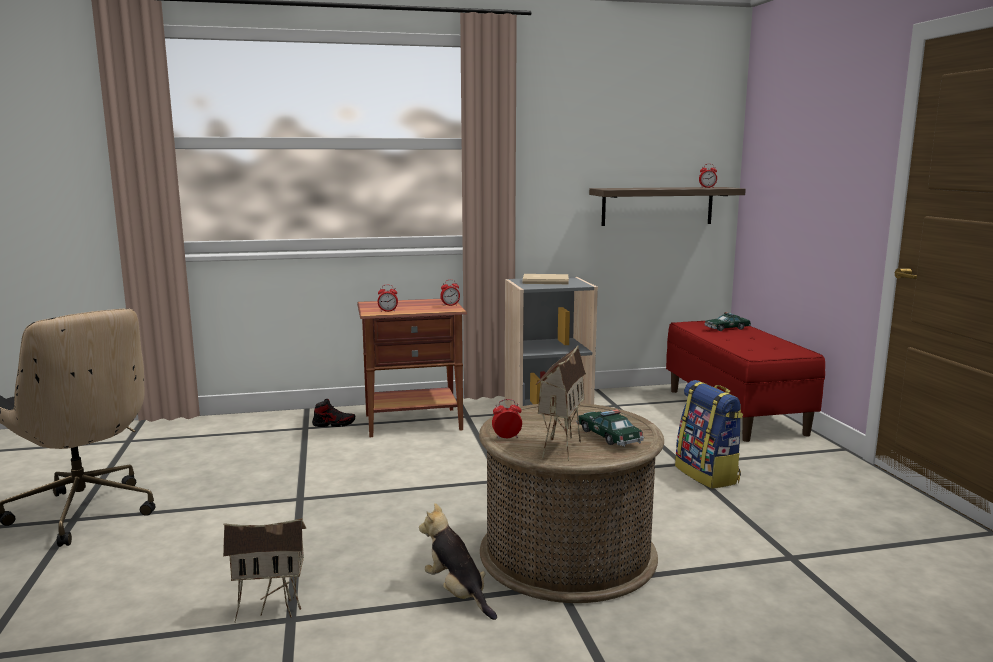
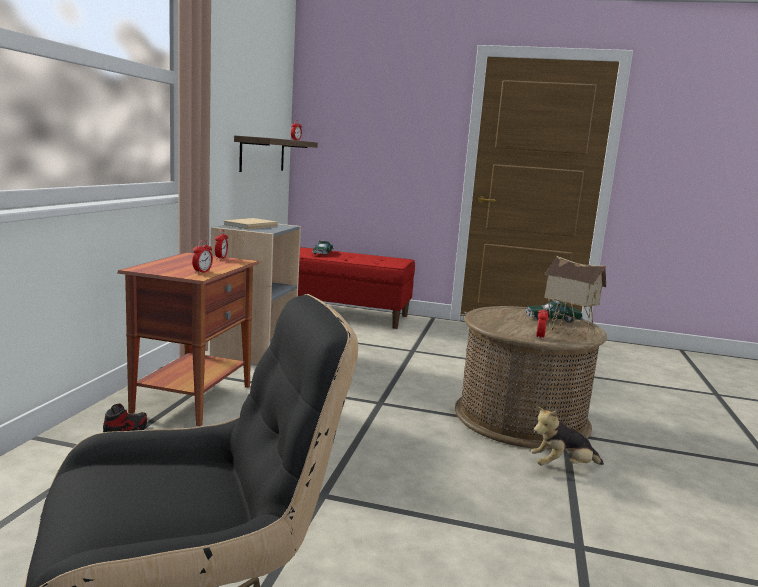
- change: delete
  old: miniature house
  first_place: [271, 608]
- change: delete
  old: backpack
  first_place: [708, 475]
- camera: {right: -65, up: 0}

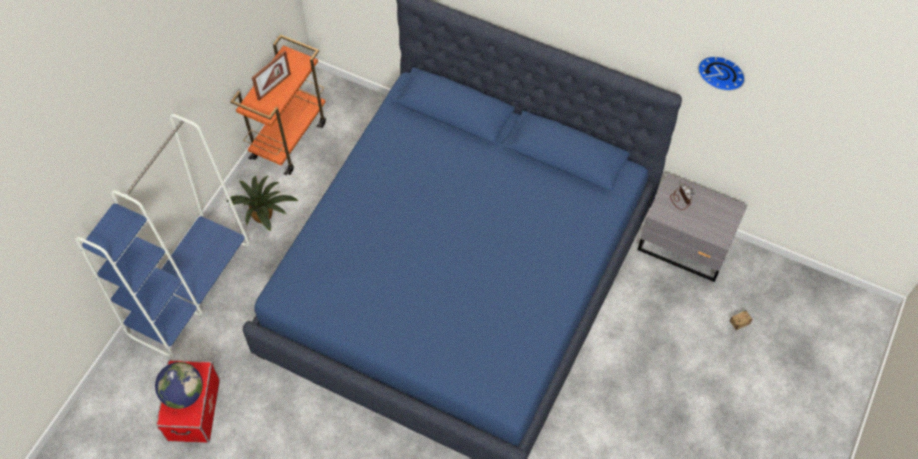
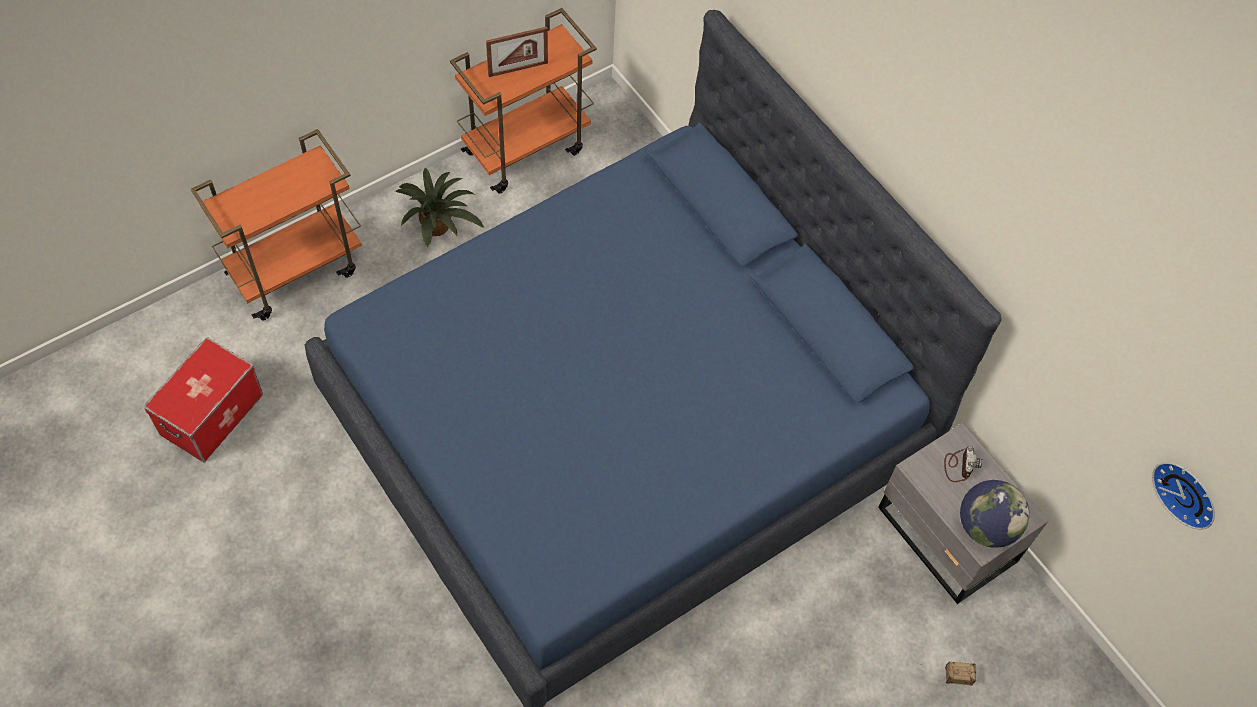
- change: replace
  old: clothes rack/blue-coloured
  new: trolley/orangey
  first_place: [191, 290]
  second_place: [298, 272]
- change: move
  old: world globe
  first_place: [183, 393]
  second_place: [985, 526]
- change: move
  old: wall clock
  first_place: [722, 70]
  second_place: [1187, 492]
- camera: {right: 25, up: 0}

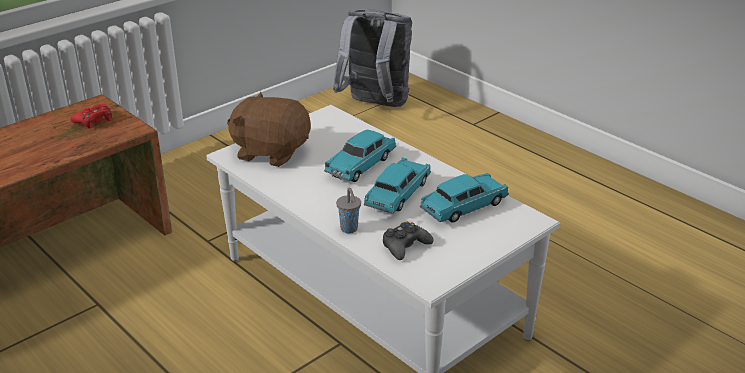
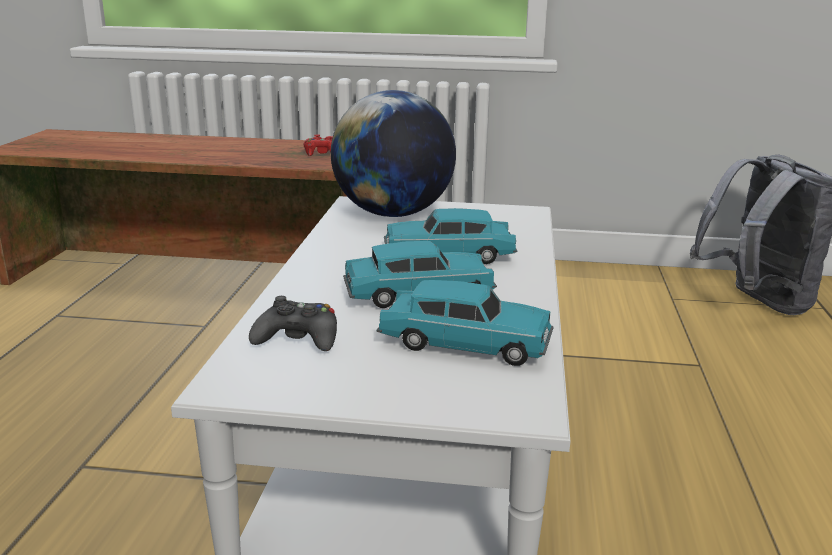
- change: replace
  old: cuddly toy/brown
  new: world globe
  first_place: [271, 152]
  second_place: [393, 214]
- change: delete
  old: cup/greyish
  first_place: [349, 229]
- camera: {right: 50, up: -10}

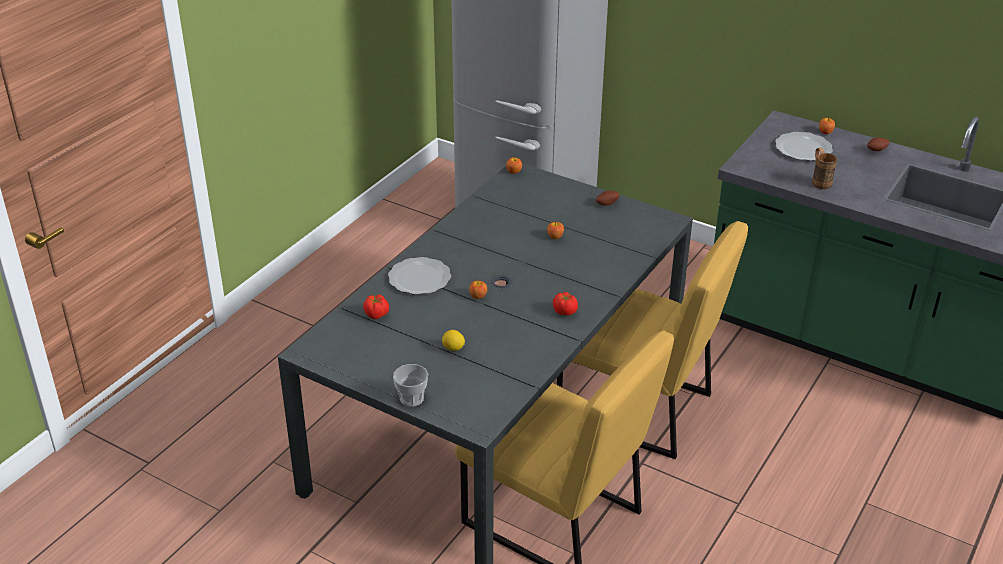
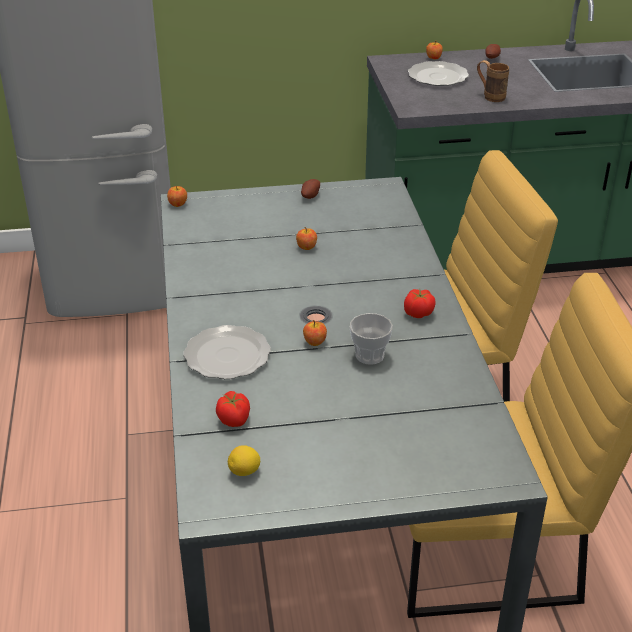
- change: move
  old: cup
  first_place: [411, 398]
  second_place: [369, 355]
- change: move
  old: lemon
  first_place: [453, 348]
  second_place: [244, 472]
- camera: {right: -40, up: 0}

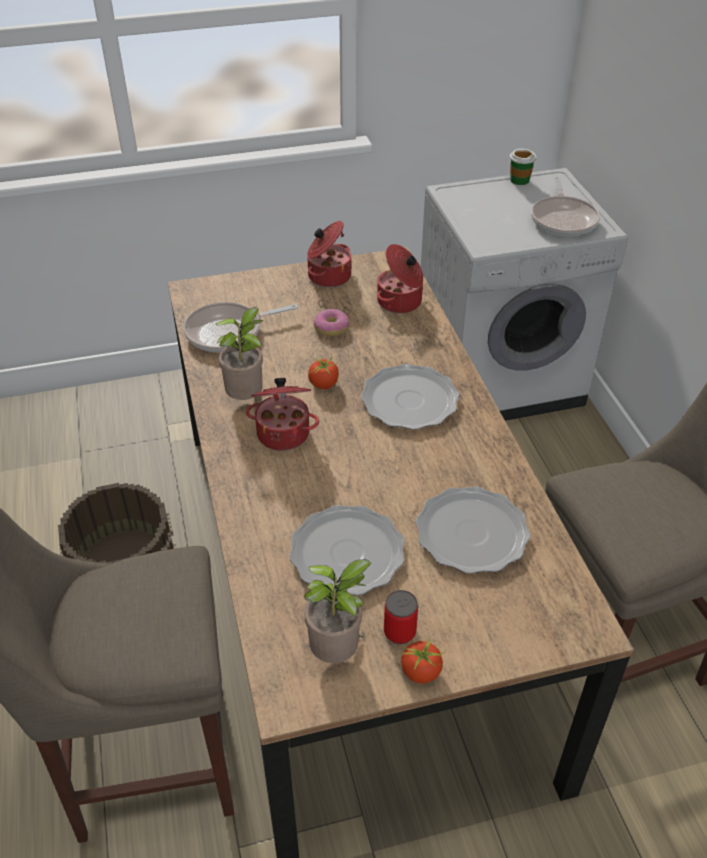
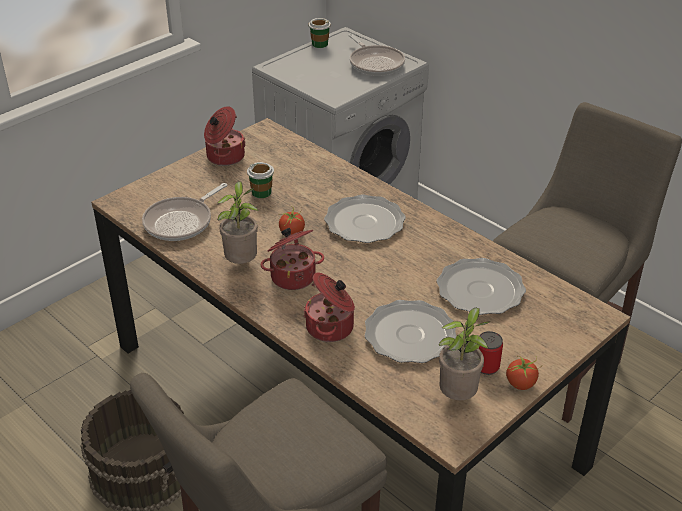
- change: replace
  old: donut
  new: cup
  first_place: [331, 328]
  second_place: [261, 192]
- change: move
  old: stockpot
  first_place: [400, 302]
  second_place: [331, 327]
- camera: {right: -30, up: -5}

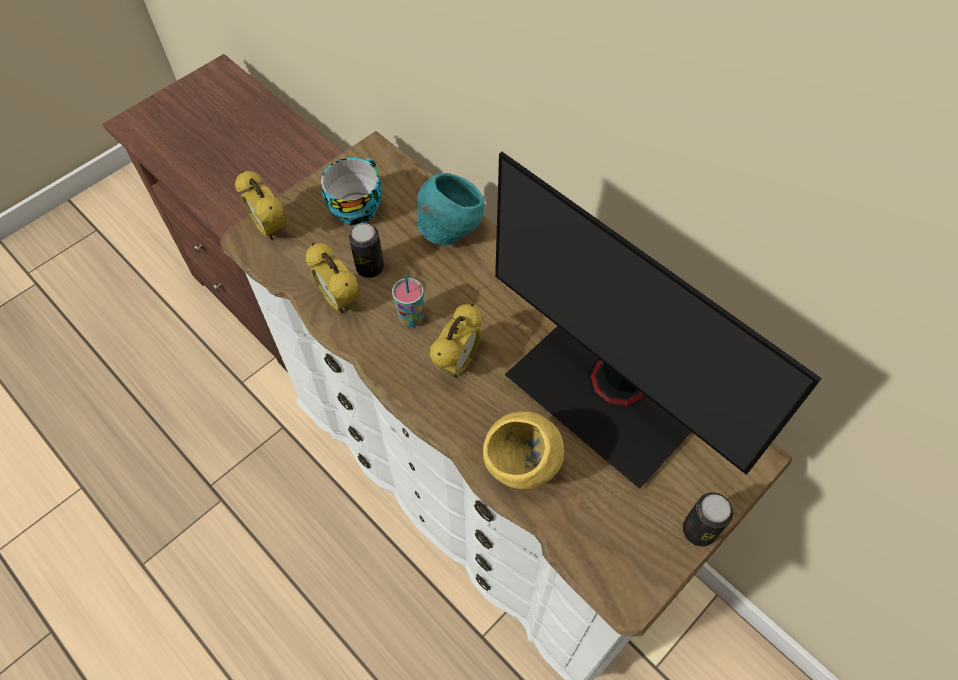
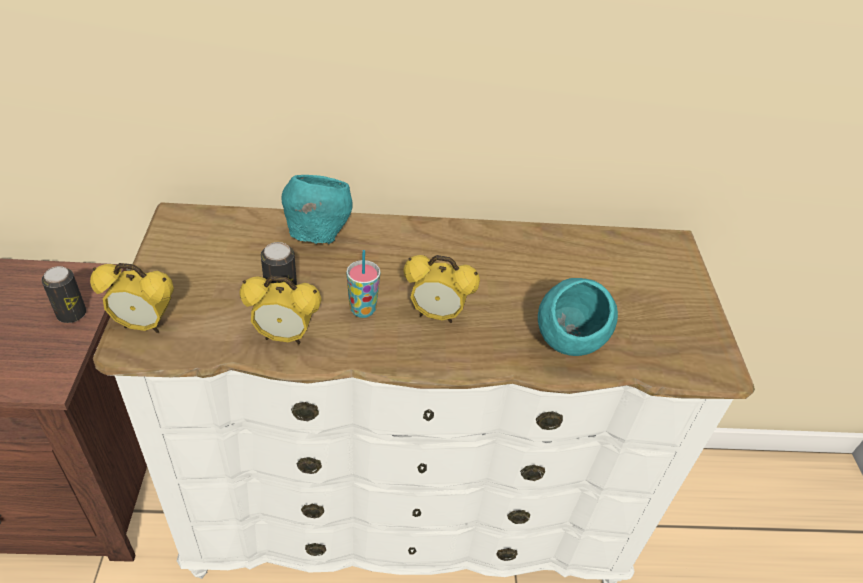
- change: delete
  old: cup
  first_place: [356, 207]
- change: rotate
  old: alarm clock
  first_place: [457, 362]
  second_place: [437, 315]
  degrees: 120
- change: recolor
  old: deep dish/yellow
  new: deep dish/turquoise-coloured
  first_place: [522, 467]
  second_place: [567, 347]
- change: delete
  old: computer screen
  first_place: [609, 391]
- change: move
  old: can
  first_place: [699, 530]
  second_place: [72, 314]
- camera: {right: -50, up: -15}

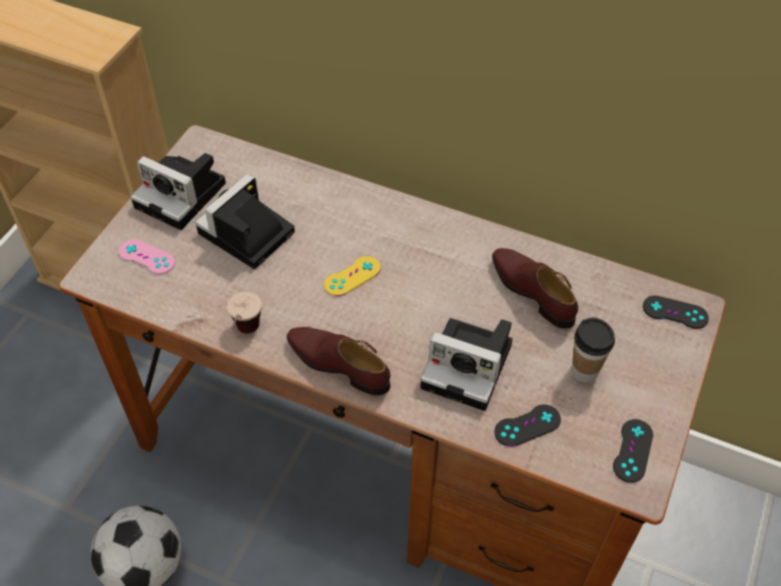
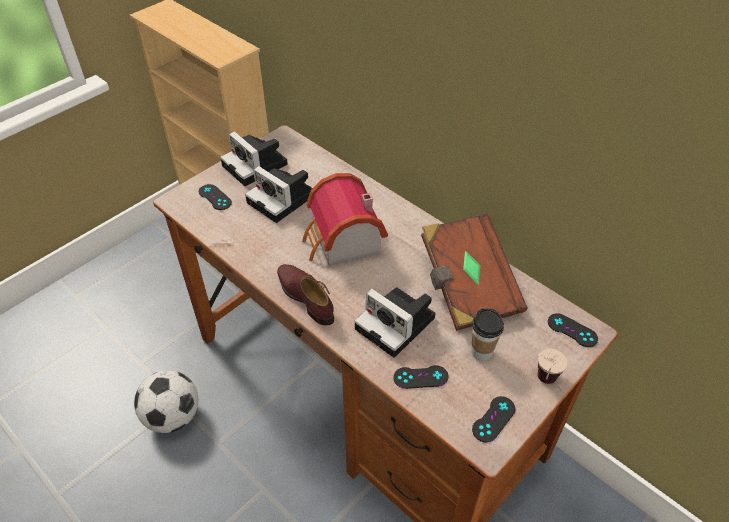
- change: recolor
  old: gamepad/pink-coloured
  new: gamepad/black-coloured
  first_place: [147, 257]
  second_place: [215, 197]
- change: rotate
  old: photo camera
  first_place: [245, 235]
  second_place: [283, 199]
  degrees: -105
- change: move
  old: cup
  first_place: [245, 336]
  second_place: [543, 385]
- change: replace
  old: gamepad/yellow
  new: miniature house
  first_place: [352, 276]
  second_place: [342, 243]
- change: replace
  old: item of footwear/brown
  new: book/brown
  first_place: [532, 291]
  second_place: [467, 286]
- camera: {right: 20, up: -5}

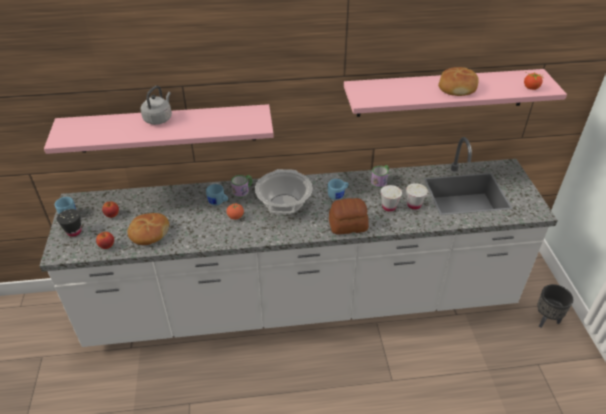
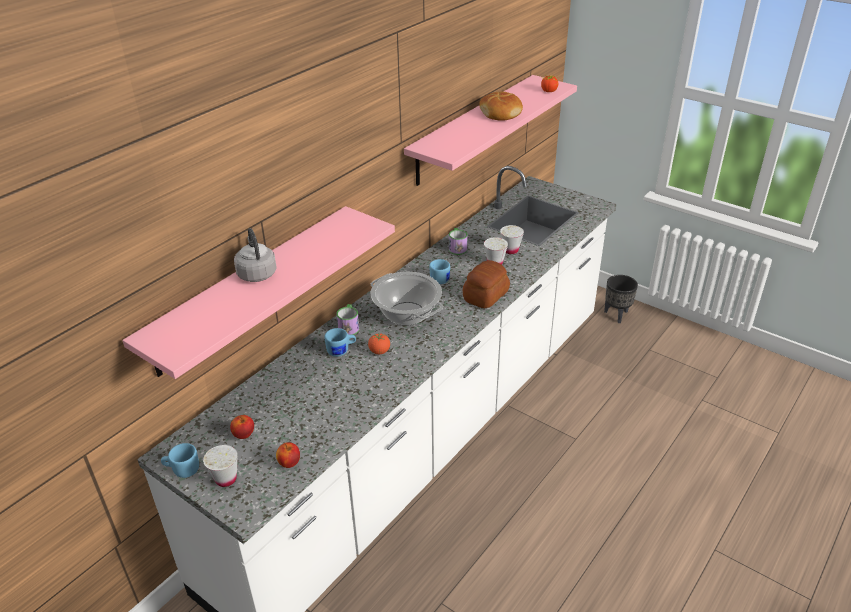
- change: recolor
  old: cup/black-coloured
  new: cup/white
  first_place: [74, 232]
  second_place: [226, 479]
- change: delete
  old: baked bread
  first_place: [149, 233]
- camera: {right: -45, up: -5}

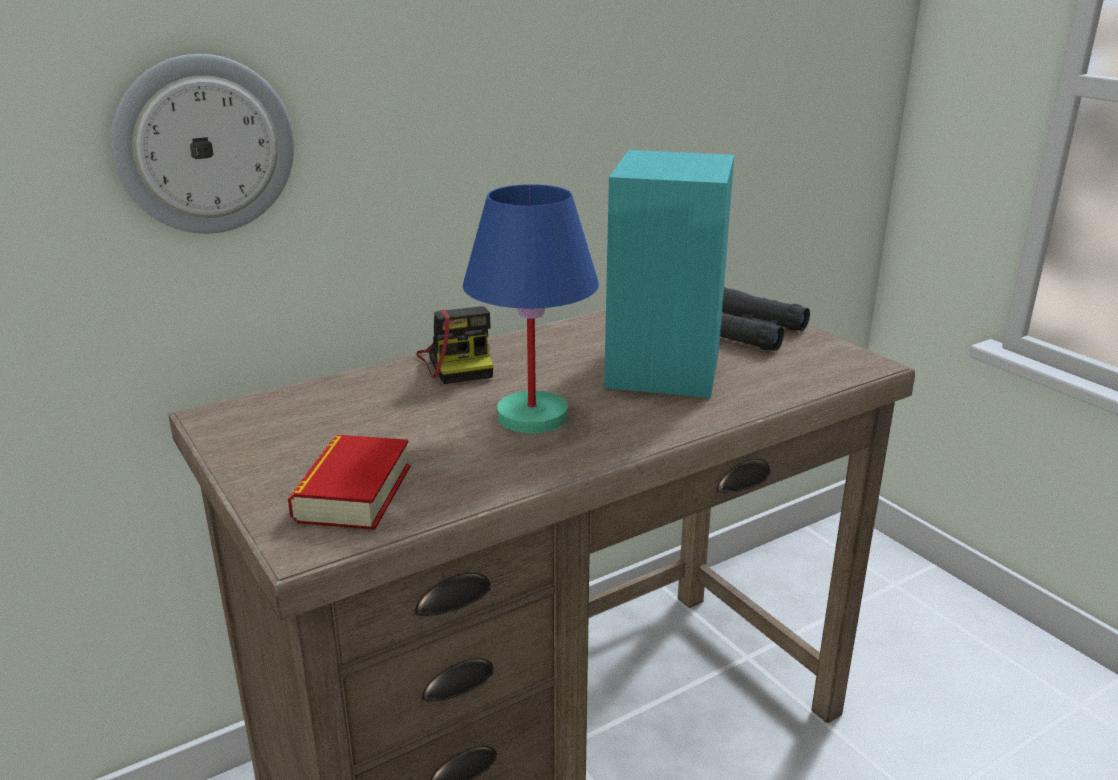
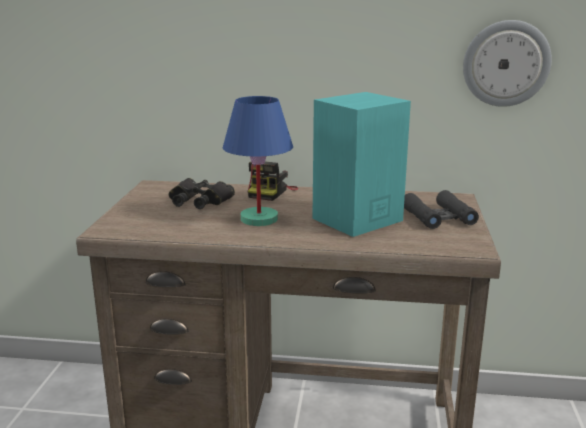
- change: move
  old: wall clock
  first_place: [205, 145]
  second_place: [506, 63]
- change: delete
  old: book
  first_place: [353, 493]
- change: insert
  new: binoculars/black-coloured
  second_place: [199, 201]
- camera: {right: 40, up: -5}

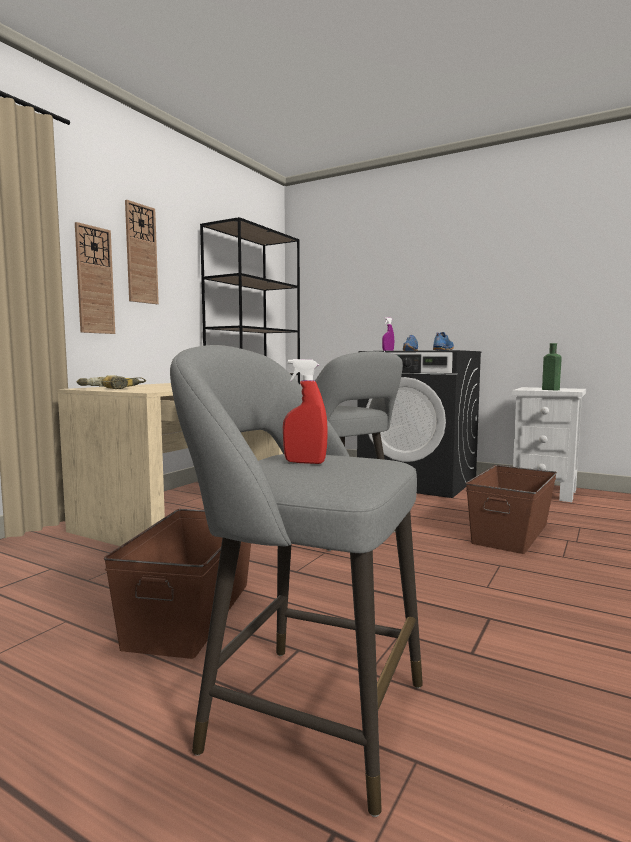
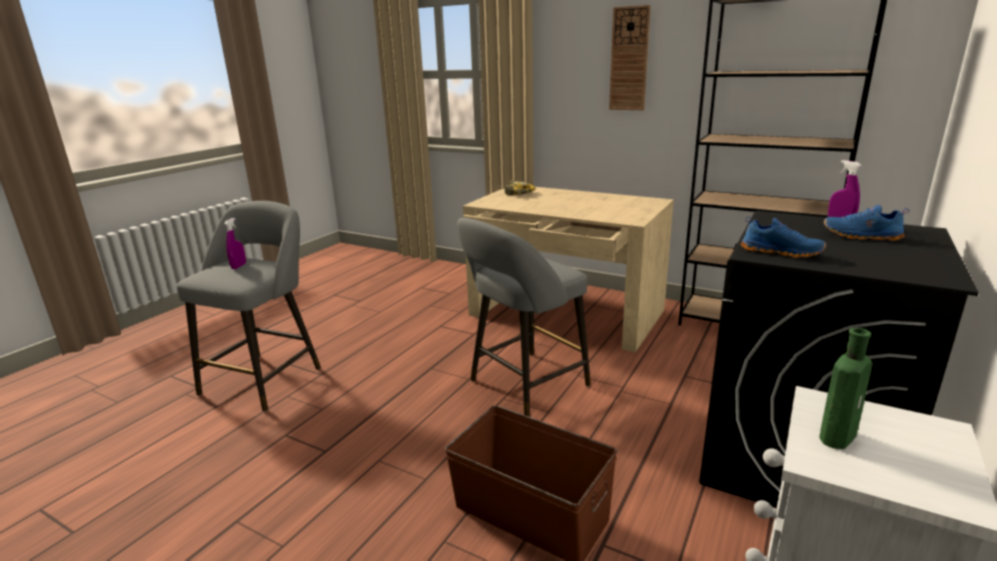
- change: delete
  old: wall clock
  first_place: [94, 280]
- change: delete
  old: storage container/brown
  first_place: [189, 613]
- change: recolor
  old: hand sprayer/reddish
  new: hand sprayer/purple-coloured
  first_place: [304, 462]
  second_place: [238, 266]
- camera: {right: 90, up: 15}

